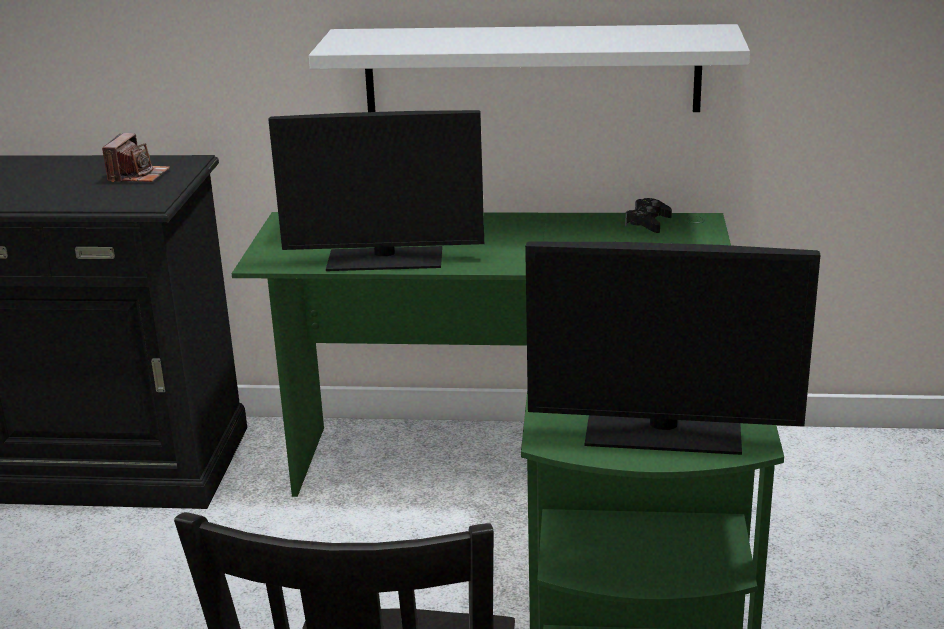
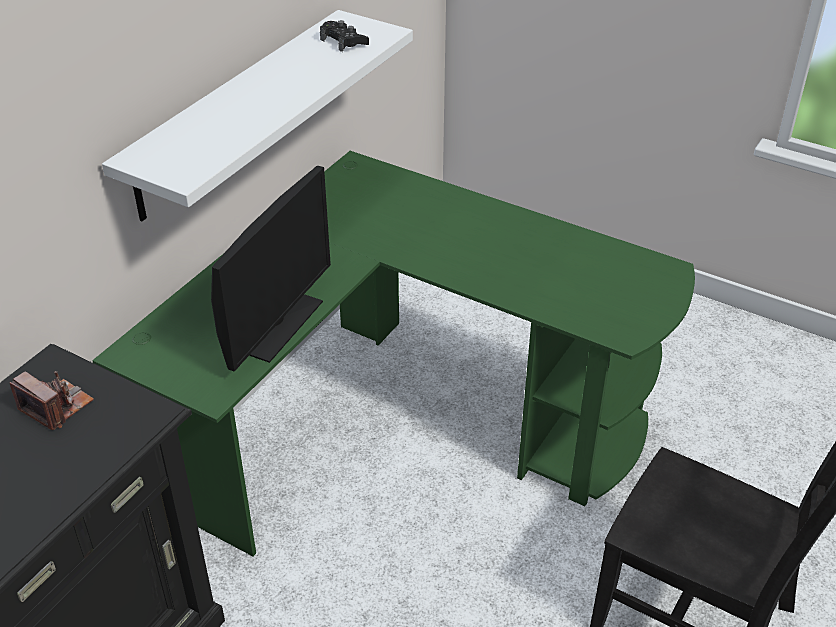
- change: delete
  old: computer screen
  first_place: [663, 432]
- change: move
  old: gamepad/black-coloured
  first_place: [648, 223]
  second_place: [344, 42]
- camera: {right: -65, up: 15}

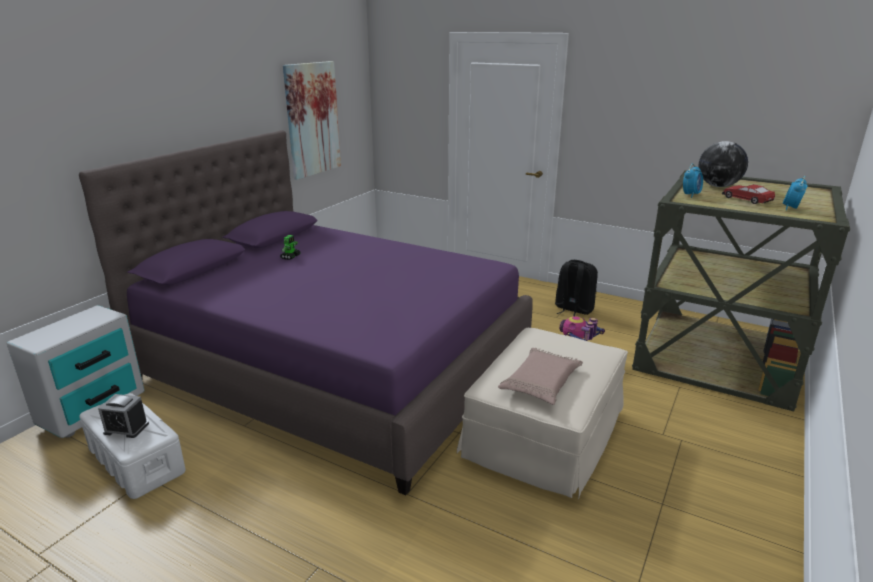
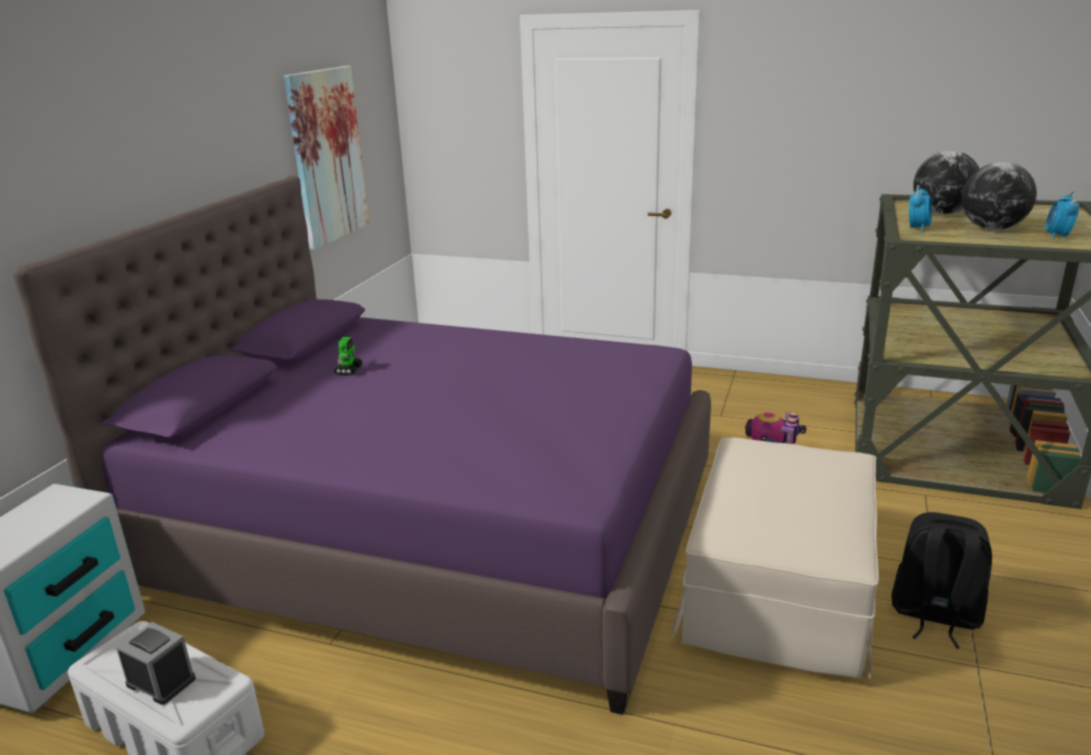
- change: rotate
  old: alarm clock
  first_place: [126, 428]
  second_place: [161, 681]
  degrees: -150
- change: delete
  old: cushion/beige-coloured
  first_place: [541, 380]
- change: move
  old: backpack/black-coloured
  first_place: [573, 309]
  second_place: [934, 616]
- change: replace
  old: model car
  new: world globe
  first_place: [746, 199]
  second_place: [992, 229]
- camera: {right: -10, up: 0}

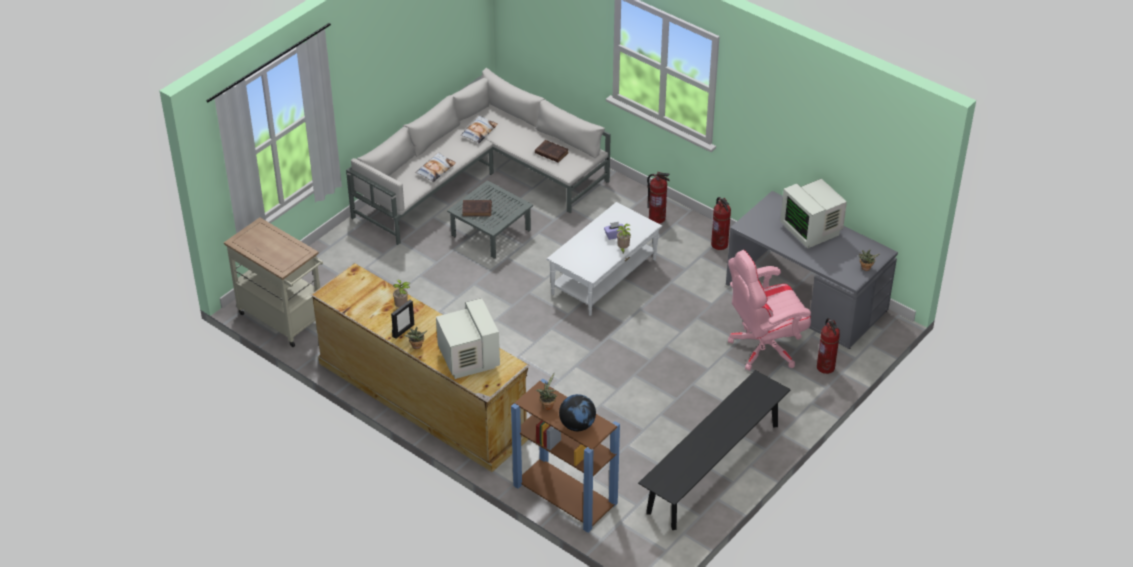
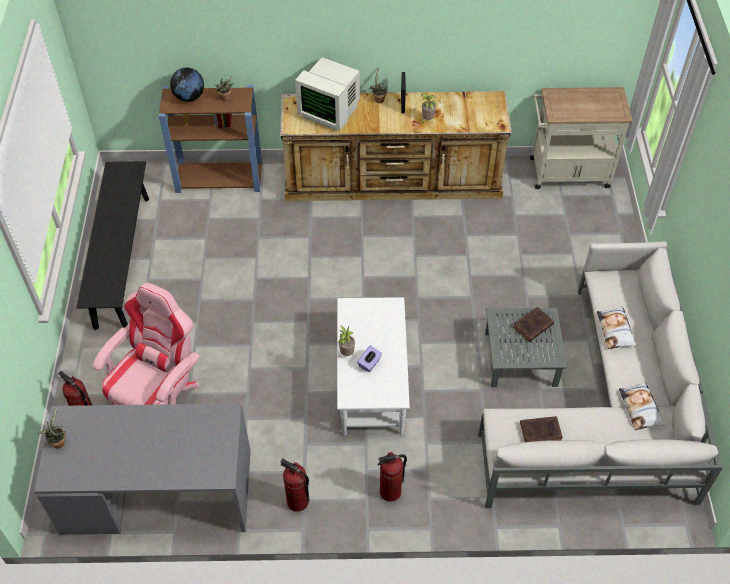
- change: delete
  old: computer screen
  first_place: [812, 230]
- camera: {right: 140, up: 10}

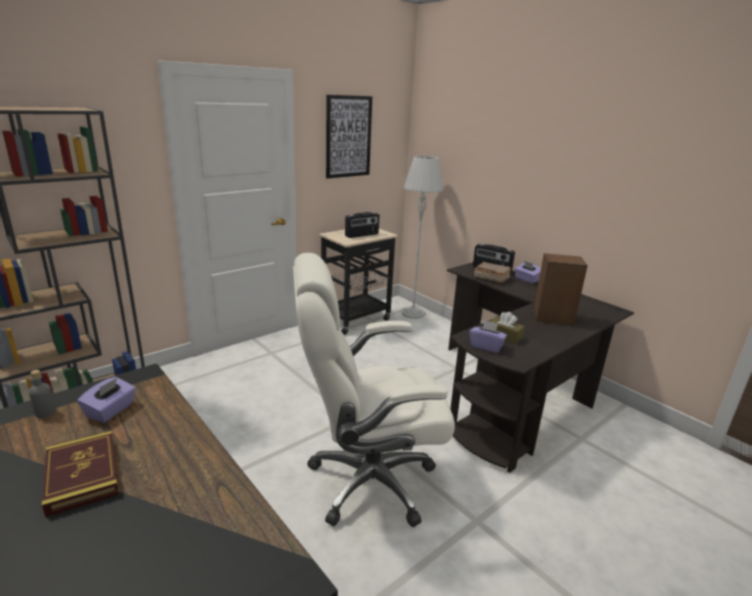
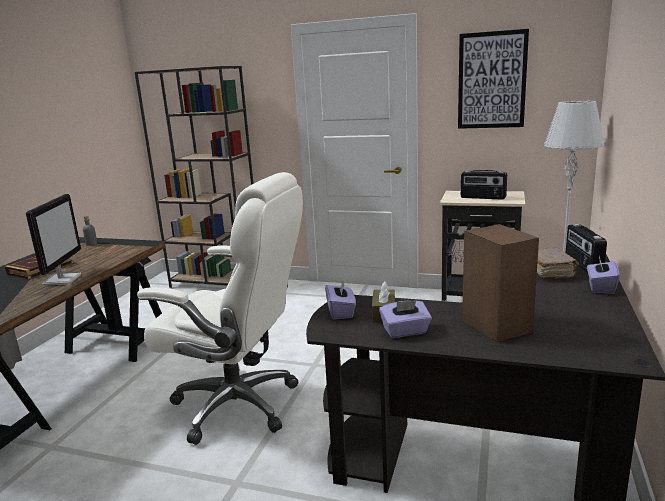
- change: move
  old: tissue holder/purple-coloured
  first_place: [111, 410]
  second_place: [405, 331]
- change: rotate
  old: office chair/white
  first_place: [368, 482]
  second_place: [238, 405]
  degrees: 150
- change: insert
  new: computer screen
  second_place: [62, 280]
- camera: {right: 60, up: -5}

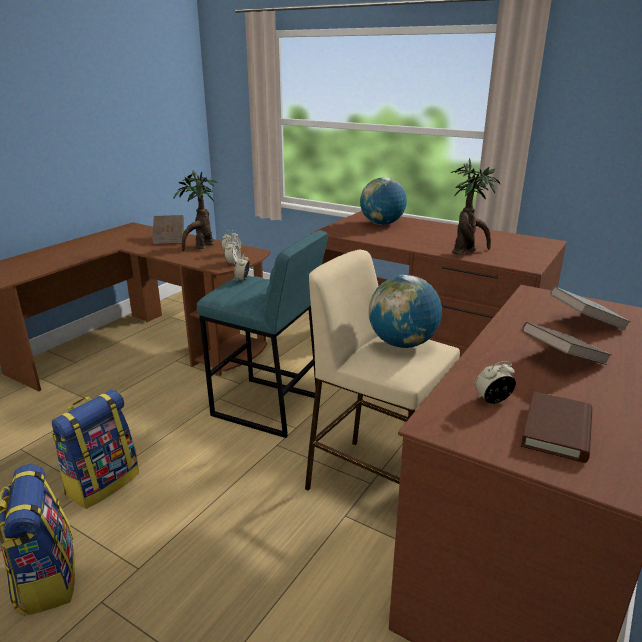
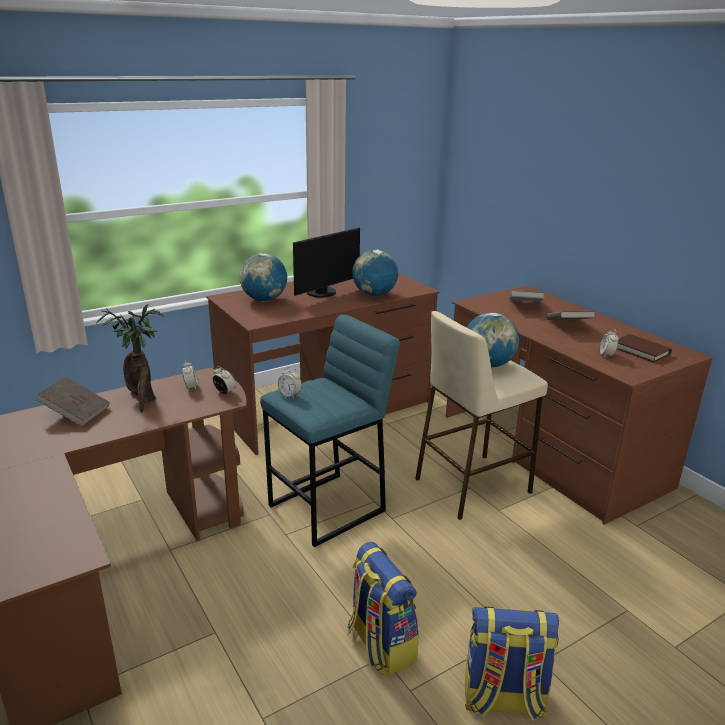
- change: replace
  old: plant in a pot
  new: world globe
  first_place: [468, 252]
  second_place: [374, 295]
- change: insert
  new: computer screen
  second_place: [323, 293]
- camera: {right: -65, up: 0}

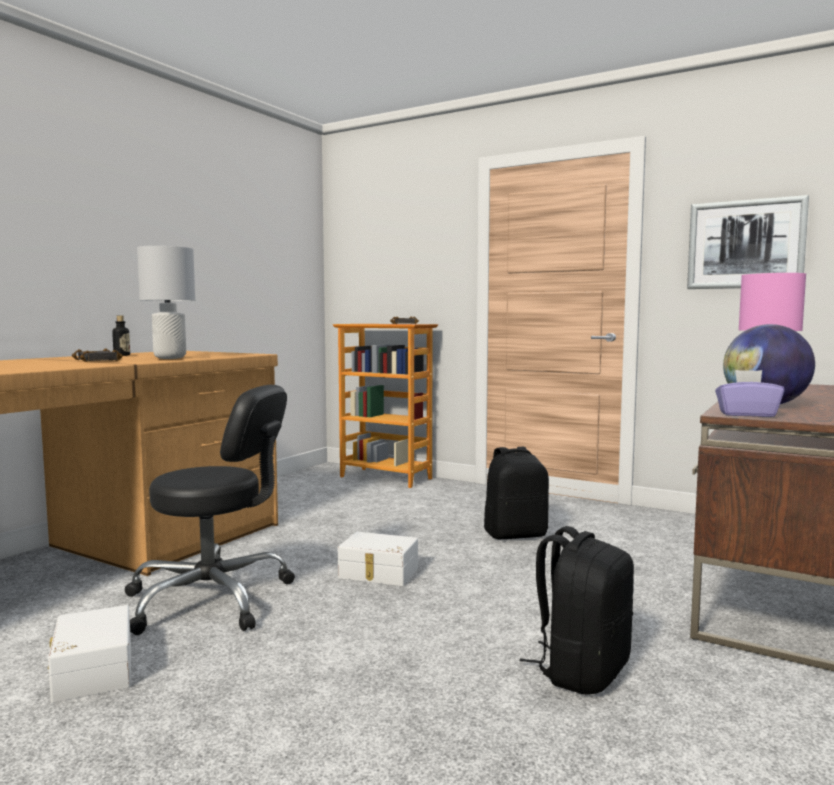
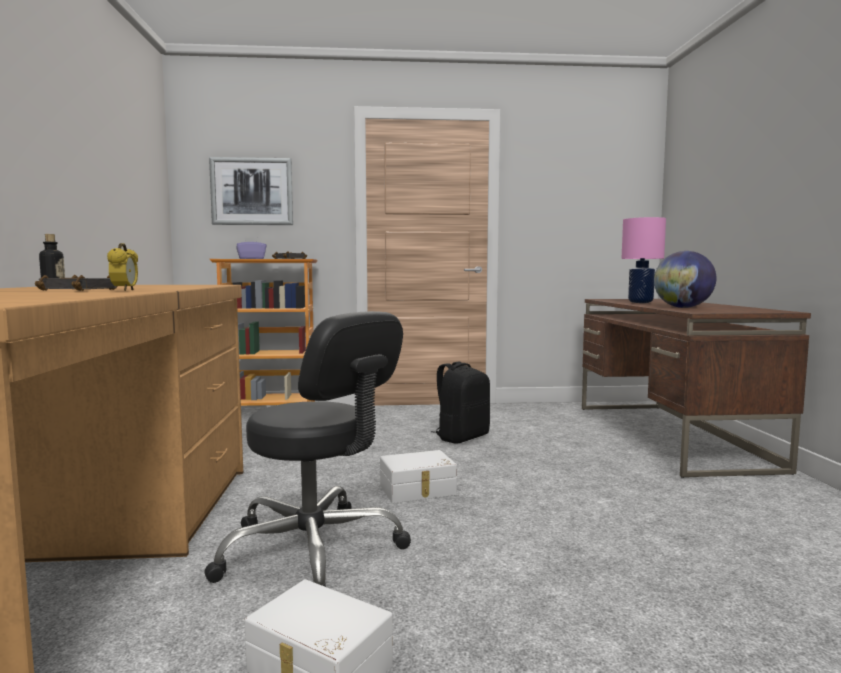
- change: rotate
  old: office chair/black-coloured
  first_place: [217, 600]
  second_place: [317, 555]
  degrees: 60
- change: delete
  old: table lamp/greyish
  first_place: [170, 358]
- change: delete
  old: backpack/black-coloured
  first_place: [581, 671]
- change: move
  old: wall art
  first_place: [745, 244]
  second_place: [252, 191]
- change: move
  old: tissue holder/purple-coloured
  first_place: [747, 414]
  second_place: [251, 259]
- change: insert
  new: alarm clock
  second_place: [125, 290]
- camera: {right: -35, up: 0}

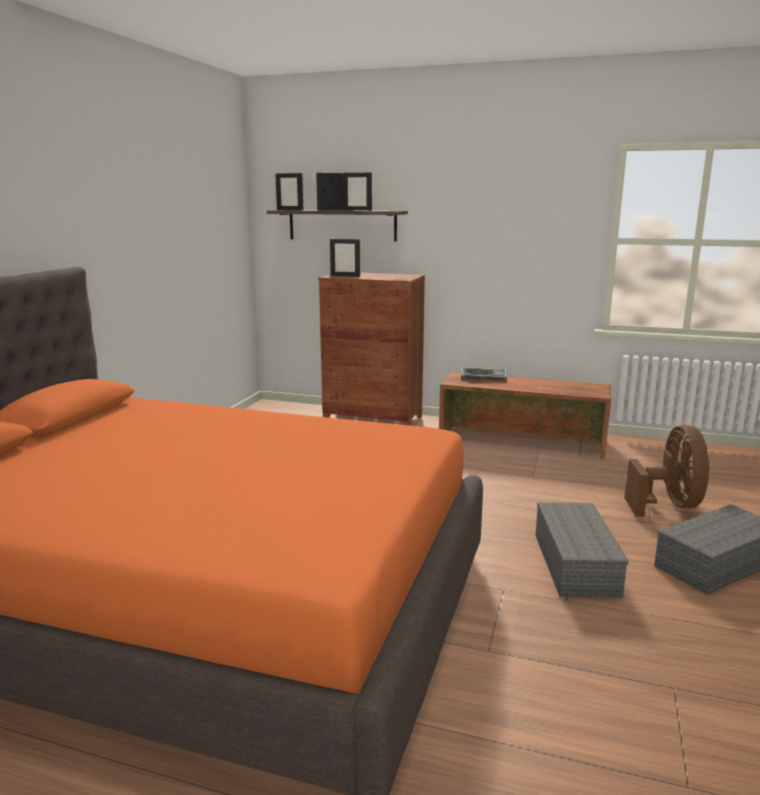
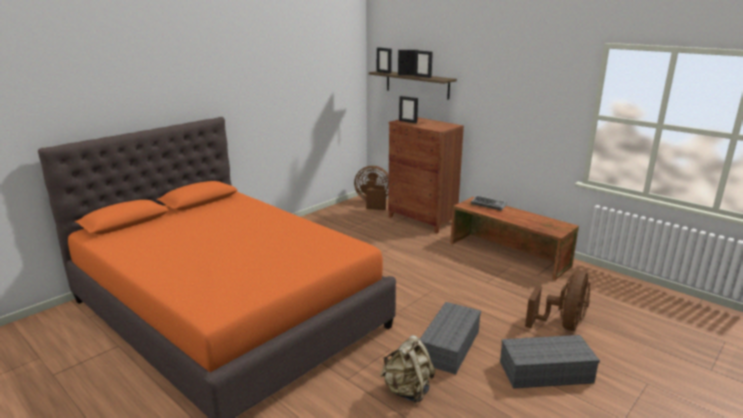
- change: insert
  new: fan/brown
  second_place: [373, 203]
- change: insert
  new: backpack/beige-coloured
  second_place: [407, 390]
- camera: {right: 25, up: 5}

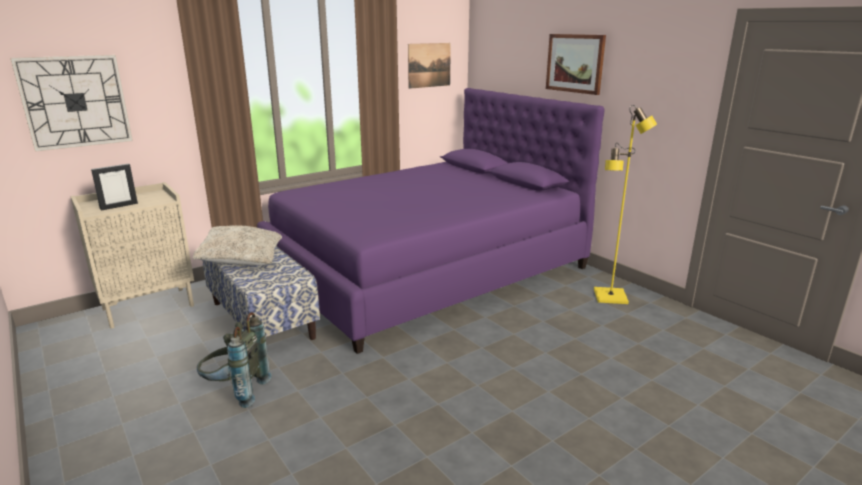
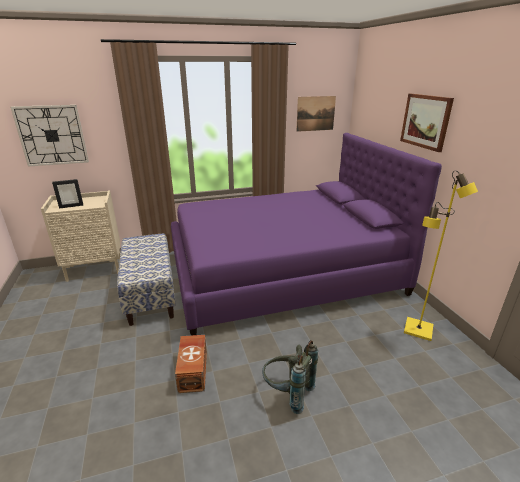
- change: delete
  old: cushion/beige-coloured
  first_place: [242, 258]
- change: move
  old: backpack/greyish
  first_place: [235, 392]
  second_place: [287, 393]
- change: insert
  new: storage container/brown
  second_place: [194, 371]
- camera: {right: 20, up: 5}

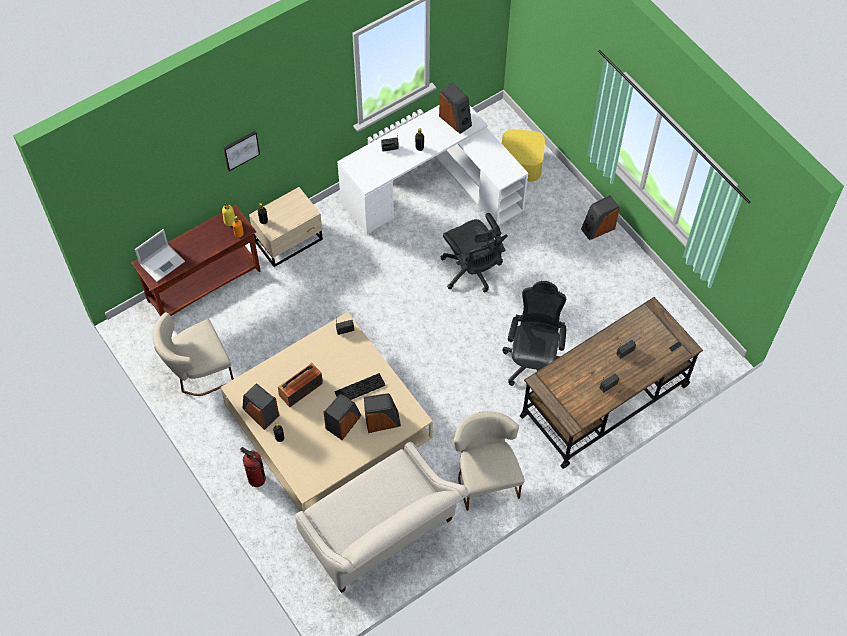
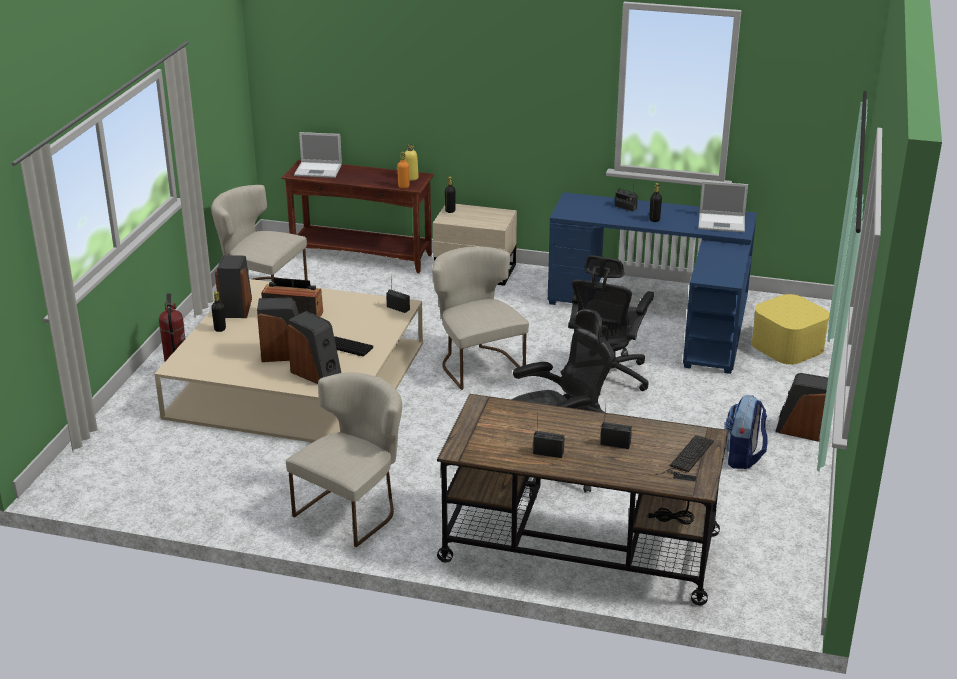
- change: delete
  old: wall art
  first_place: [241, 150]
- change: delete
  old: settee/beige-coloured
  first_place: [382, 535]
- change: recolor
  old: desk table/white
  new: desk table/blue-coloured
  first_place: [434, 189]
  second_place: [664, 314]
- change: replace
  old: speaker
  new: portable computer
  first_place: [455, 120]
  second_place: [722, 223]
- change: insert
  new: plain chair/beige-coloured
  second_place: [477, 364]
- change: insert
  new: computer keyboard
  second_place: [687, 457]
- change: insert
  new: backpack
  second_place: [742, 457]
- camera: {right: 50, up: -30}

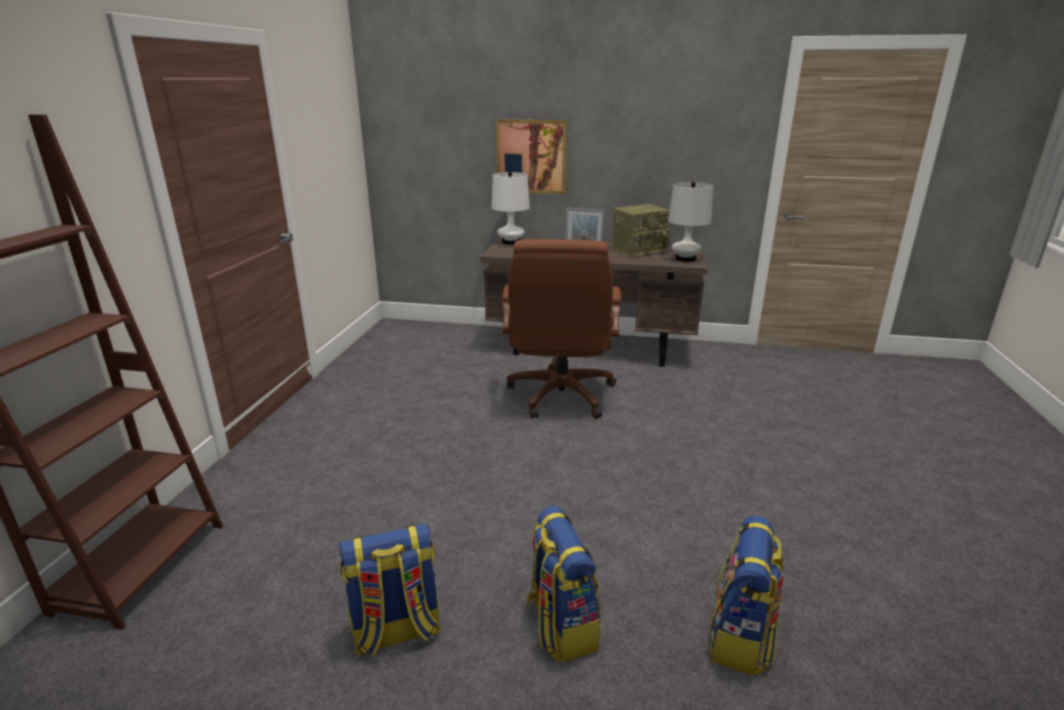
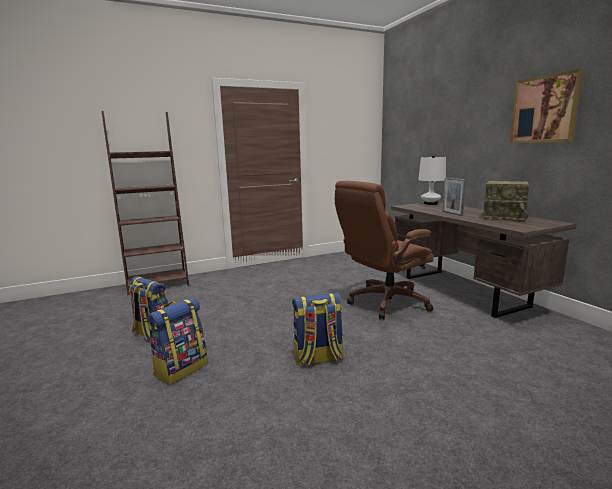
- change: move
  old: wall art
  first_place: [531, 156]
  second_place: [544, 109]
- change: delete
  old: table lamp/white
  first_place: [685, 259]
- change: move
  old: backpack
  first_place: [740, 639]
  second_place: [318, 358]
- camera: {right: 55, up: -10}

